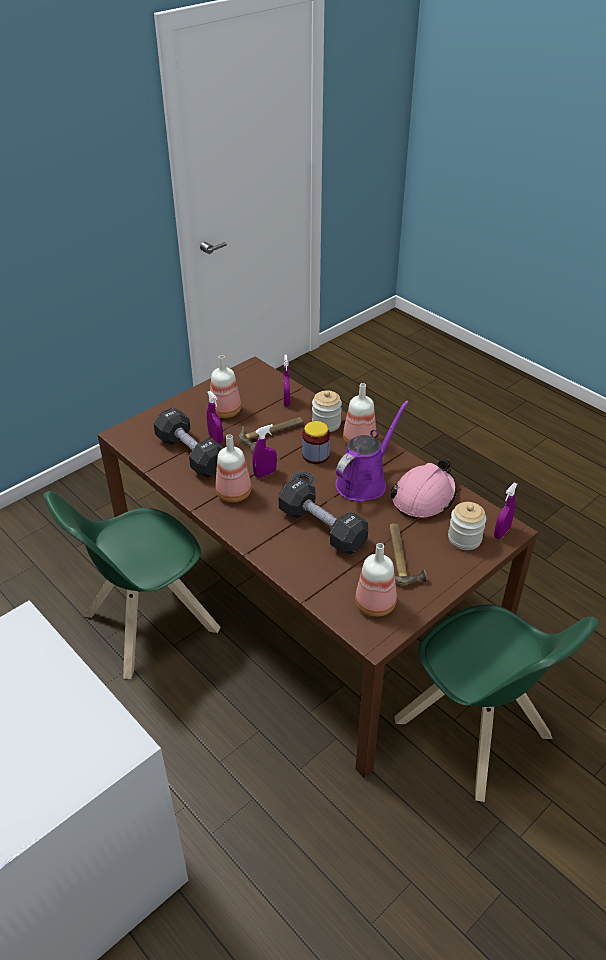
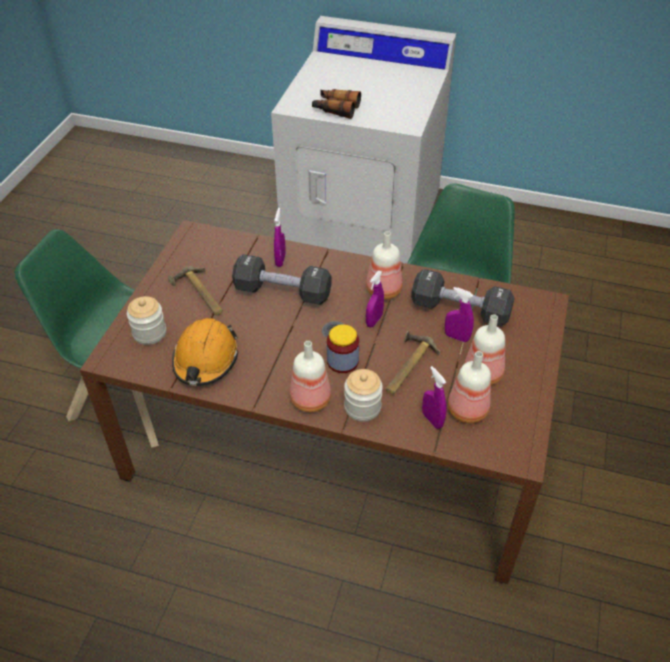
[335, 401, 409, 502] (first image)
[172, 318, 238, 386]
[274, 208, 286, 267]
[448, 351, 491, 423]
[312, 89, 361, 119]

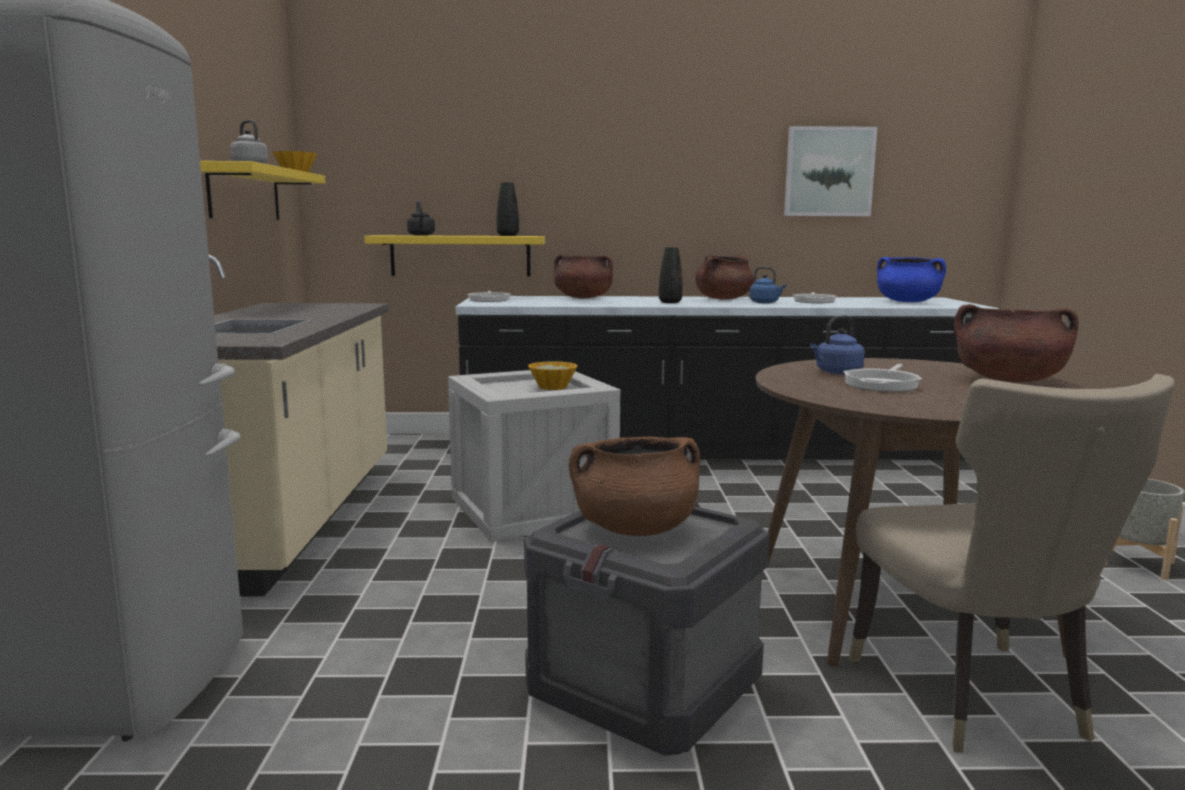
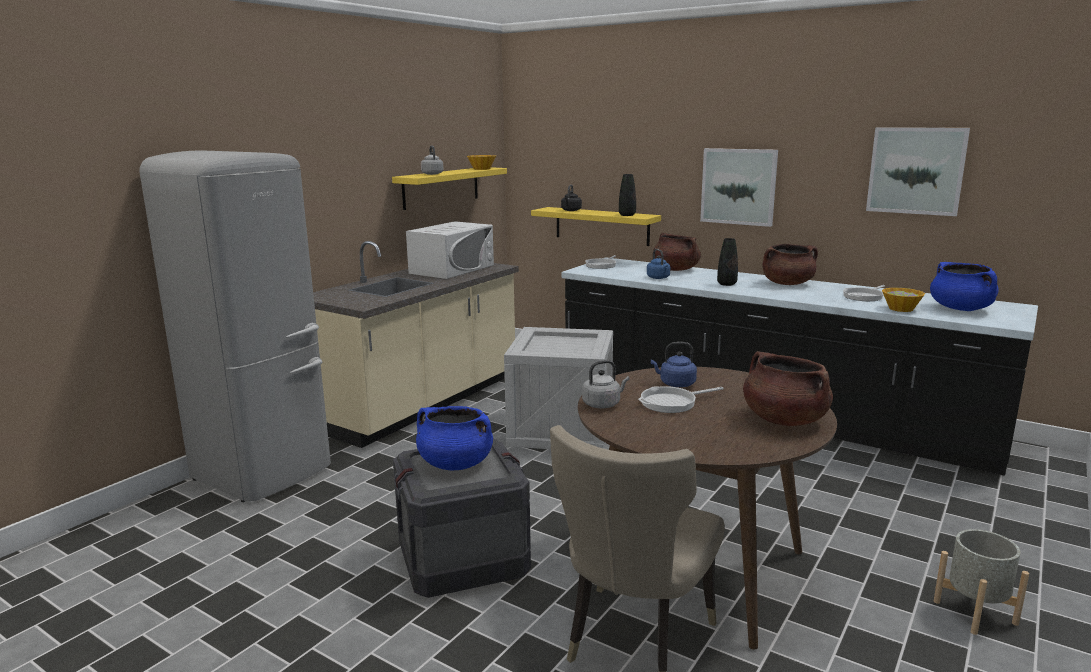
[647, 249, 670, 279]
[882, 288, 925, 312]
[416, 406, 493, 471]
[700, 148, 778, 227]
[406, 221, 494, 279]
[582, 360, 630, 408]

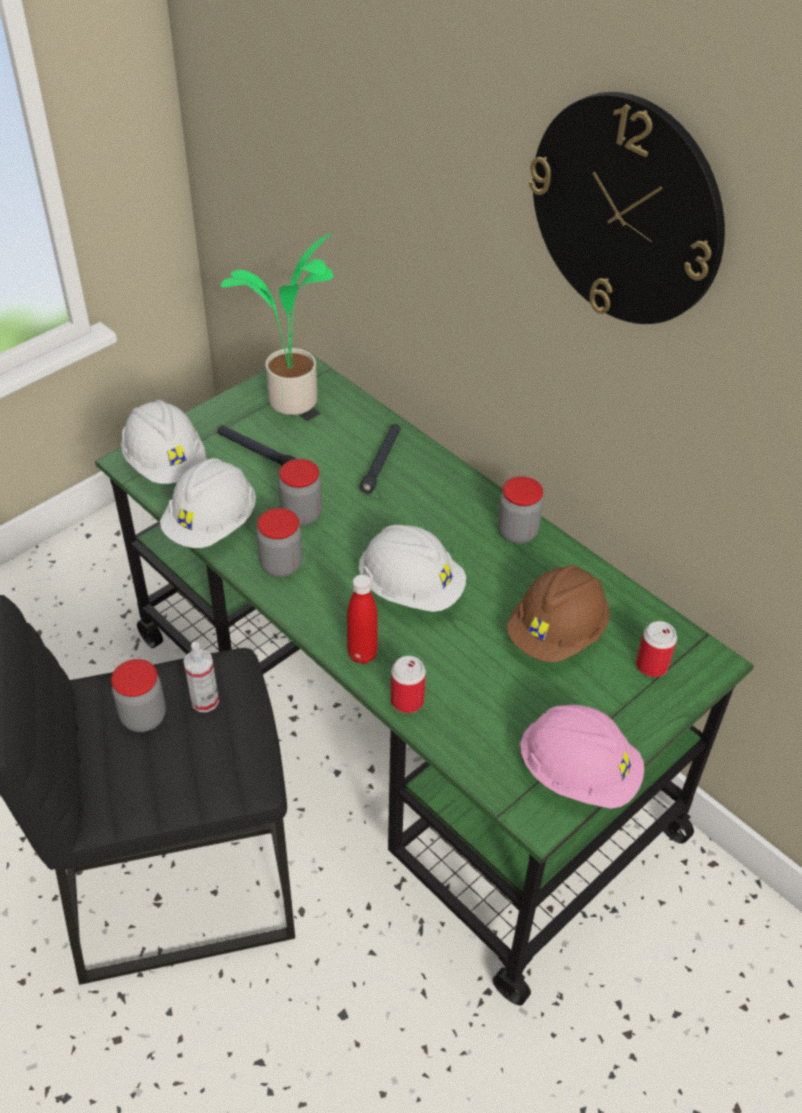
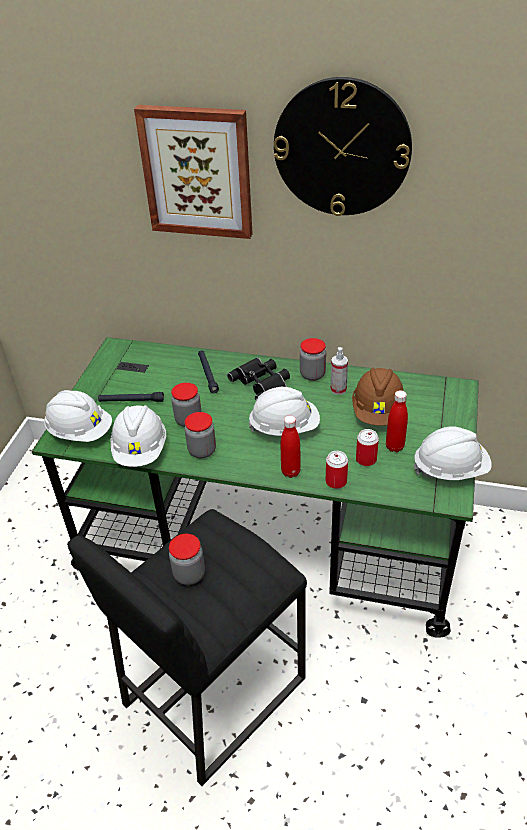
[221, 233, 333, 415] (first image)
[356, 429, 379, 466]
[331, 347, 348, 395]
[413, 426, 492, 480]
[134, 105, 253, 239]
[227, 357, 290, 400]
[386, 390, 408, 452]

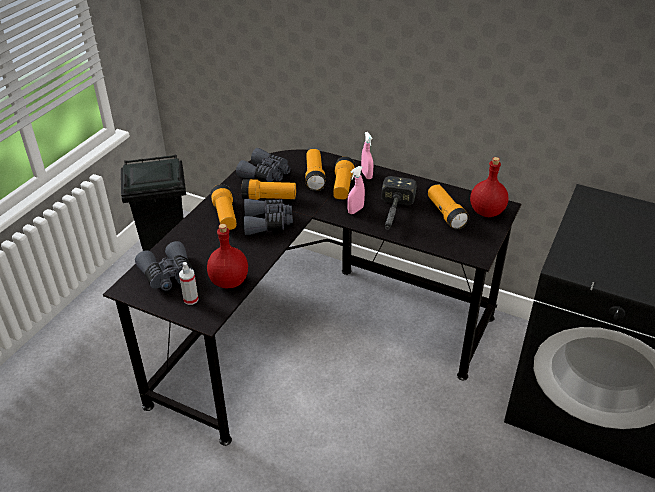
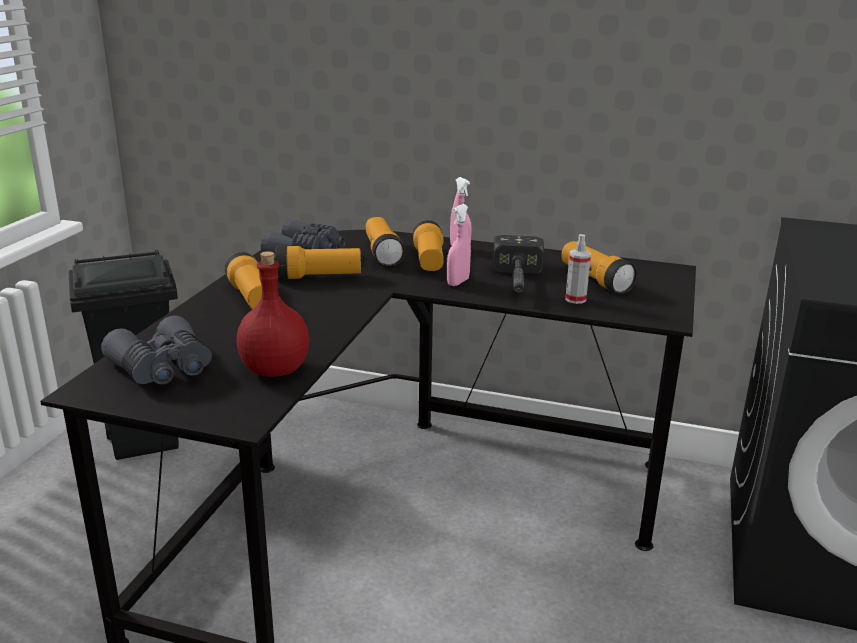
[470, 157, 509, 217] (first image)
[244, 199, 293, 235] (first image)
[566, 234, 591, 304]

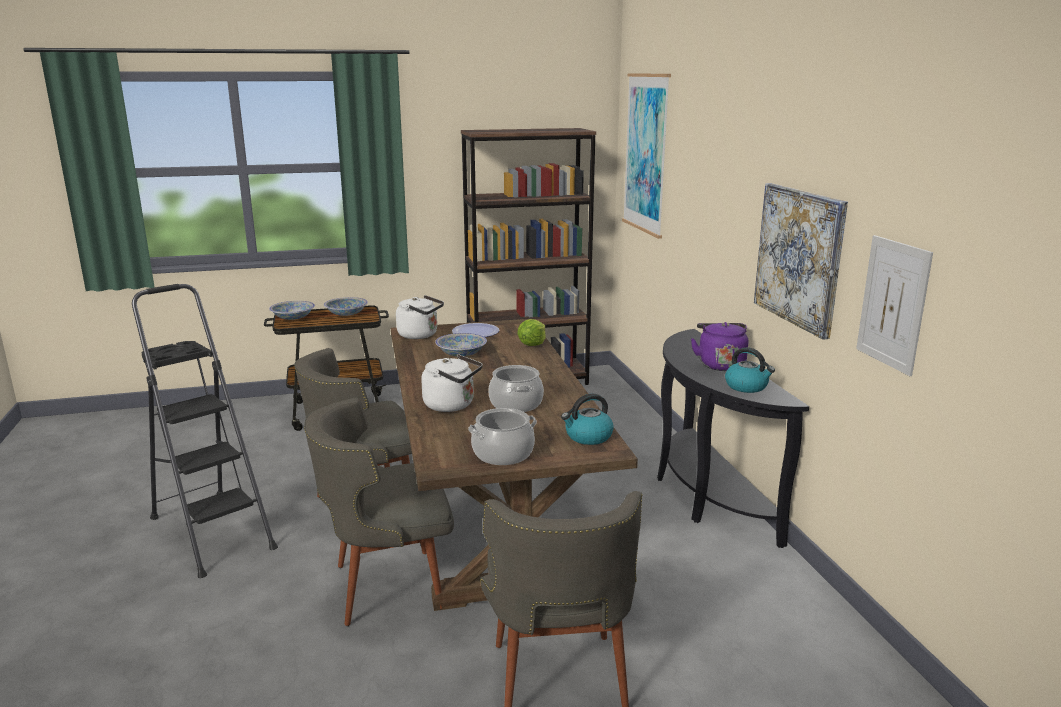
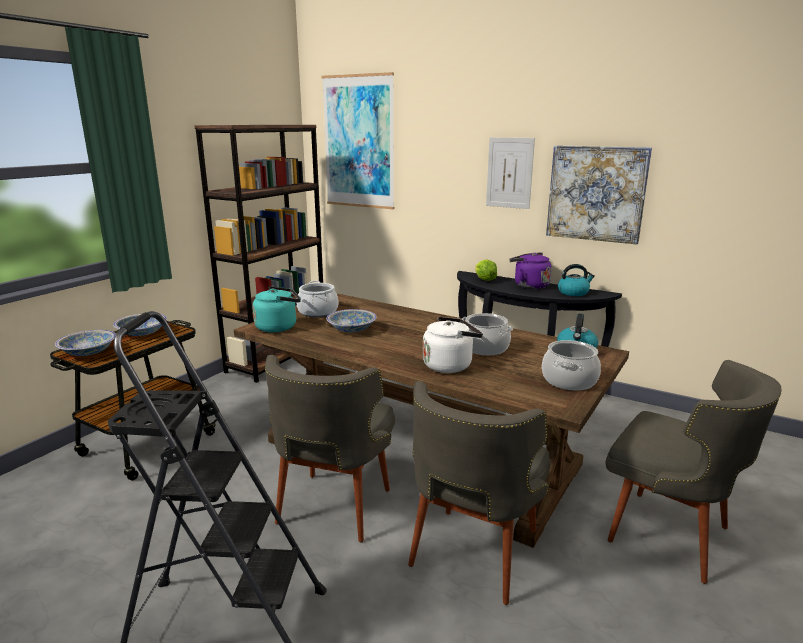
[486, 137, 535, 209]
[253, 286, 301, 333]
[475, 260, 497, 281]
[296, 281, 338, 317]

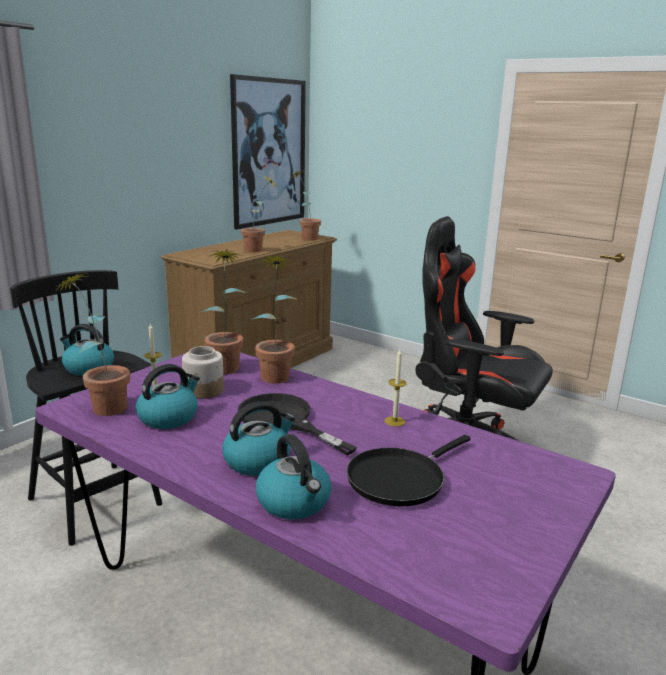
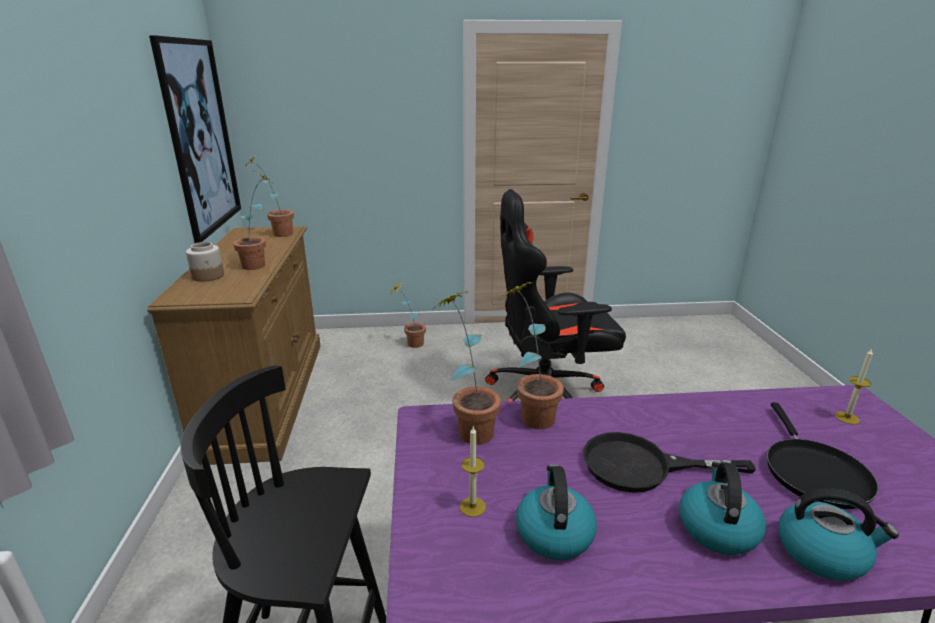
[389, 282, 426, 348]
[60, 324, 114, 376] (first image)
[186, 242, 224, 282]
[835, 349, 873, 424]

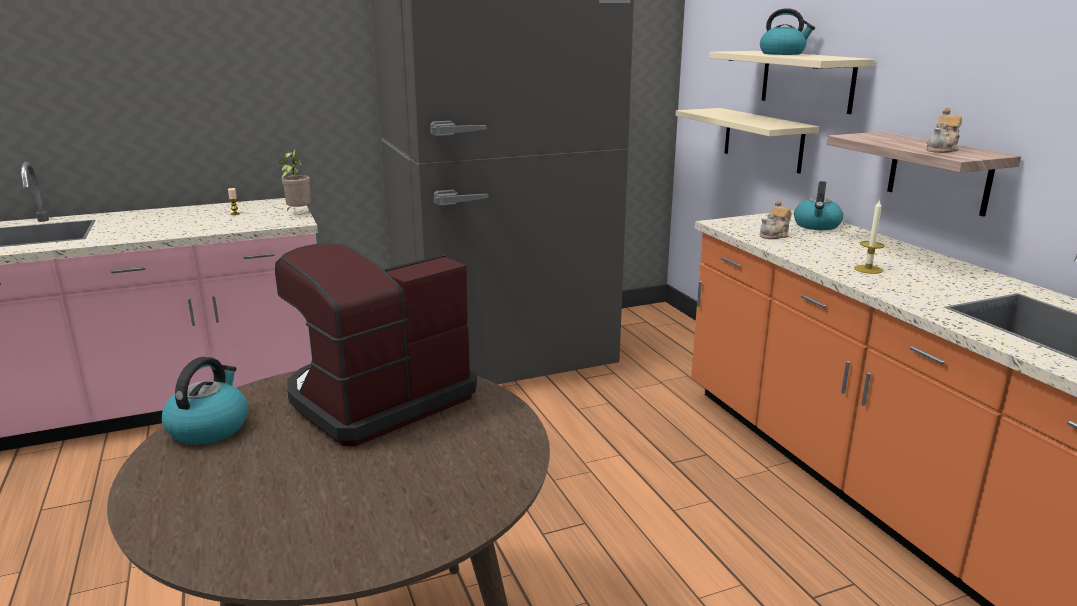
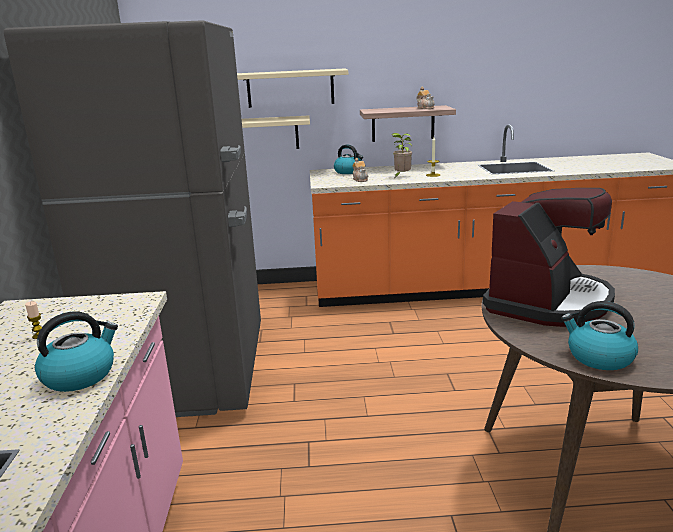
[35, 311, 118, 392]
[392, 133, 412, 177]
[483, 188, 615, 327]

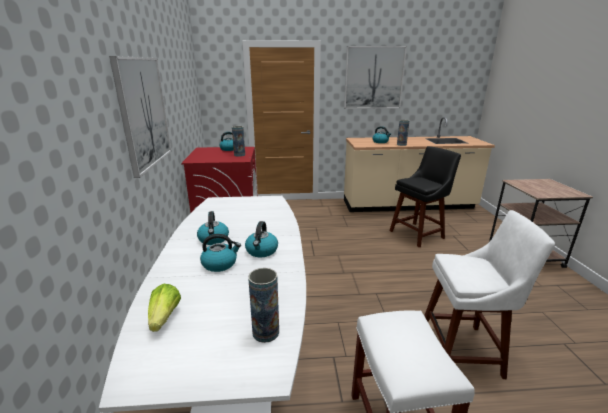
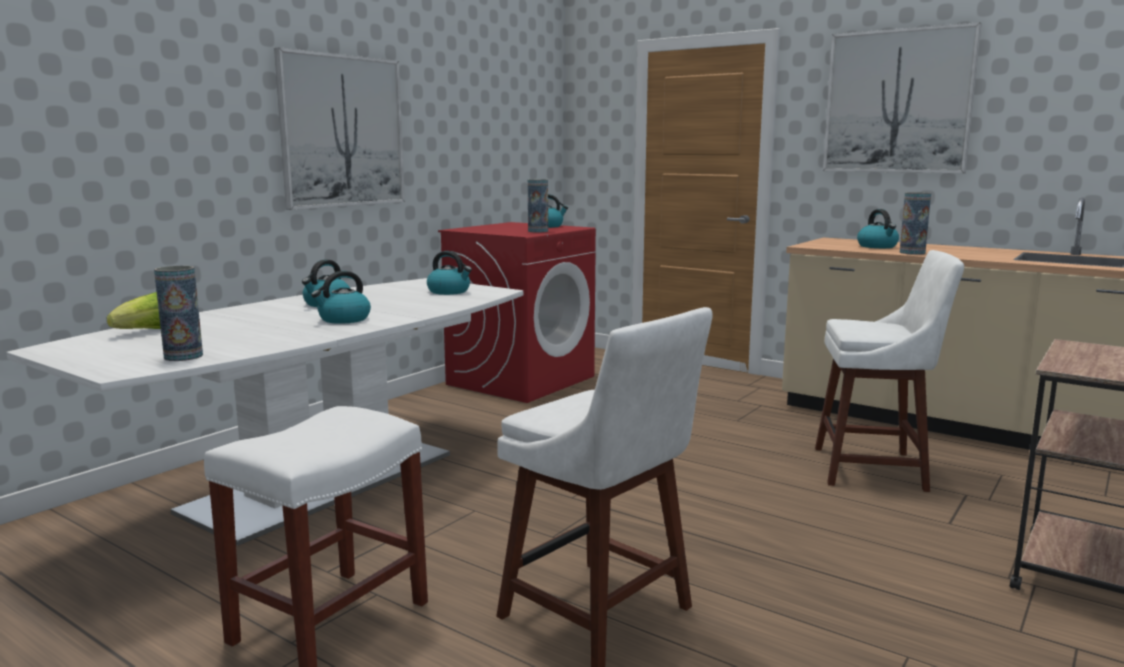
[815, 250, 964, 492]
[427, 251, 472, 295]

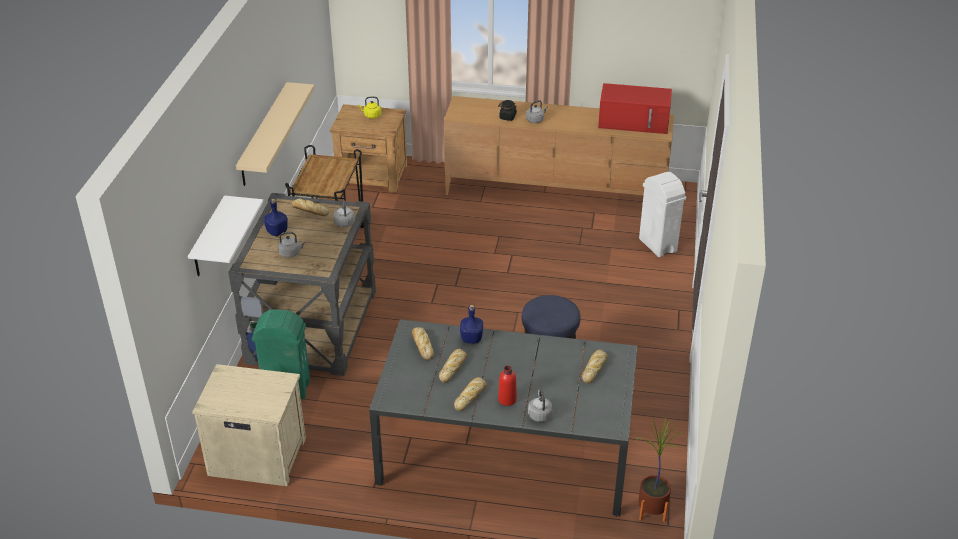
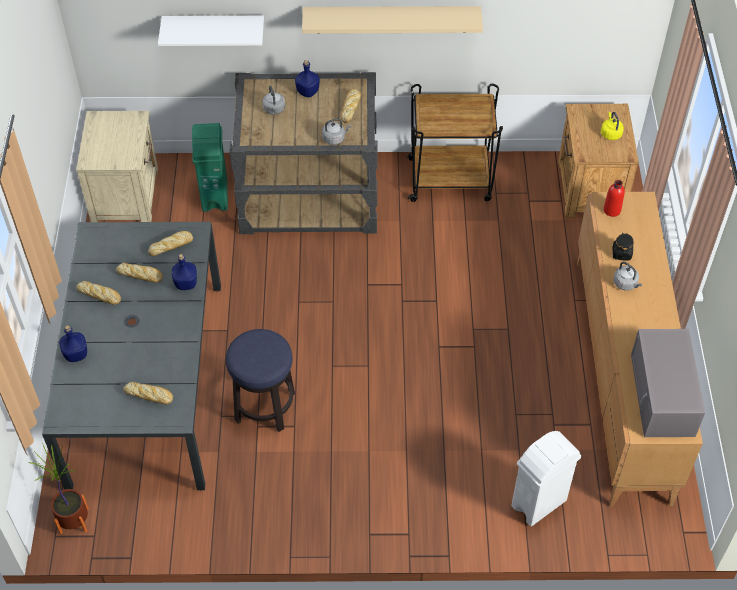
[631, 329, 705, 437]
[603, 180, 625, 217]
[59, 325, 87, 362]

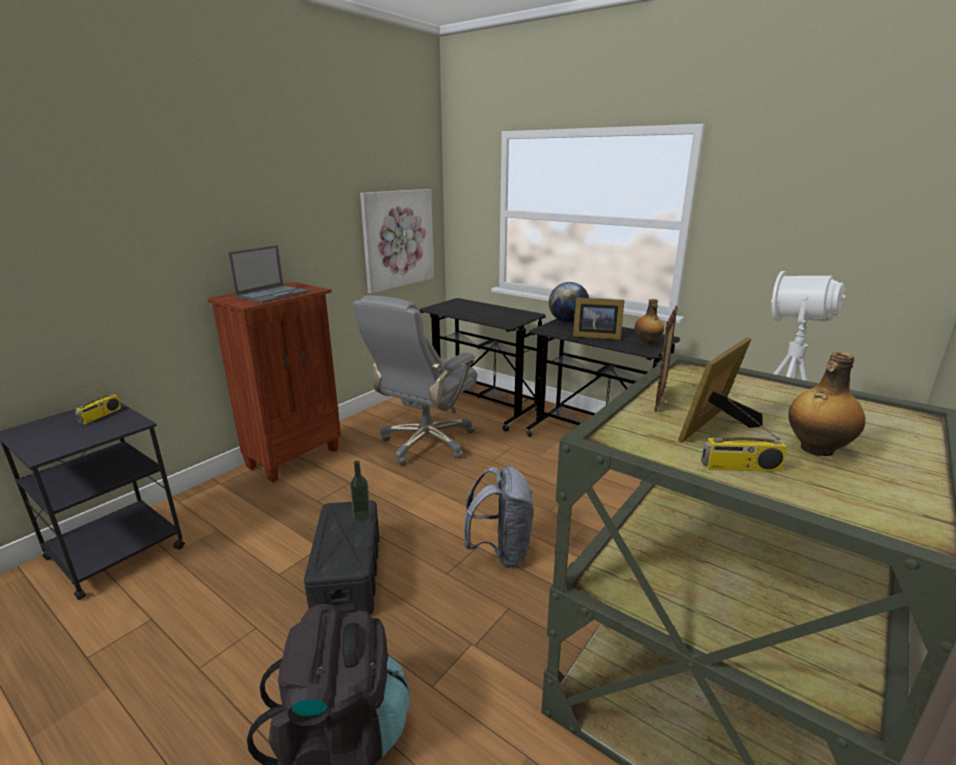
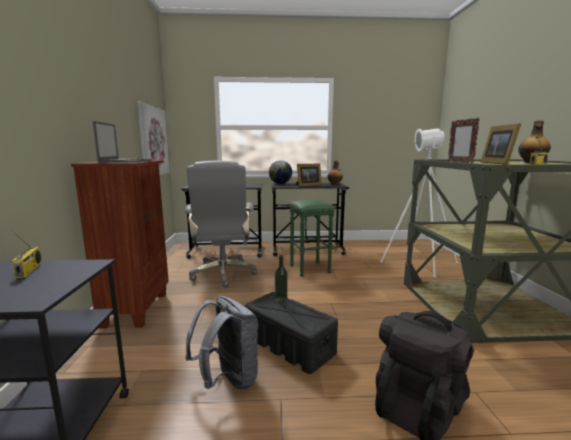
[185, 296, 259, 390]
[289, 199, 335, 277]

